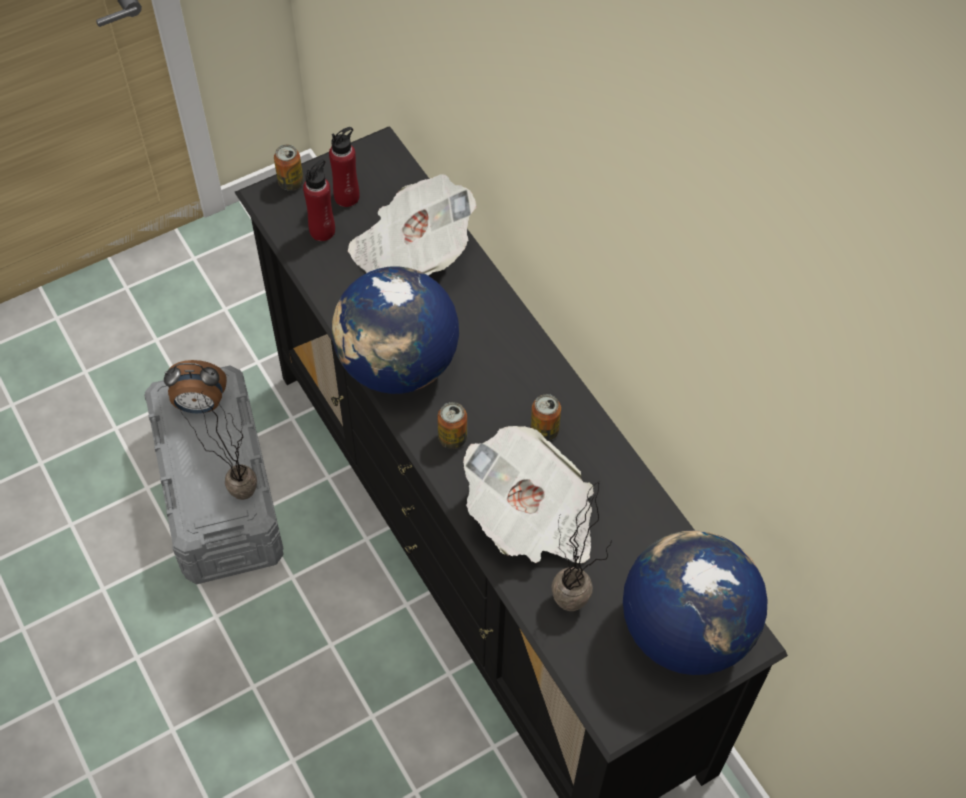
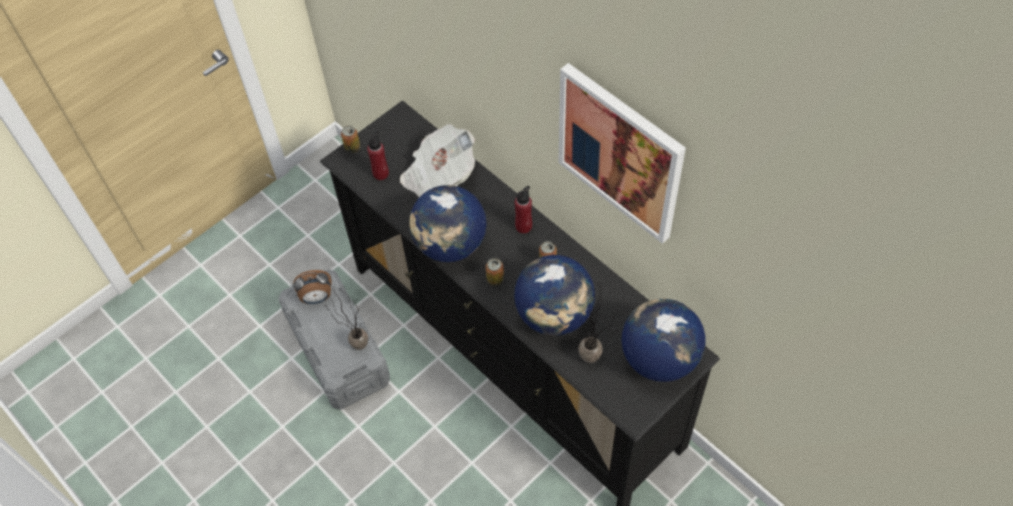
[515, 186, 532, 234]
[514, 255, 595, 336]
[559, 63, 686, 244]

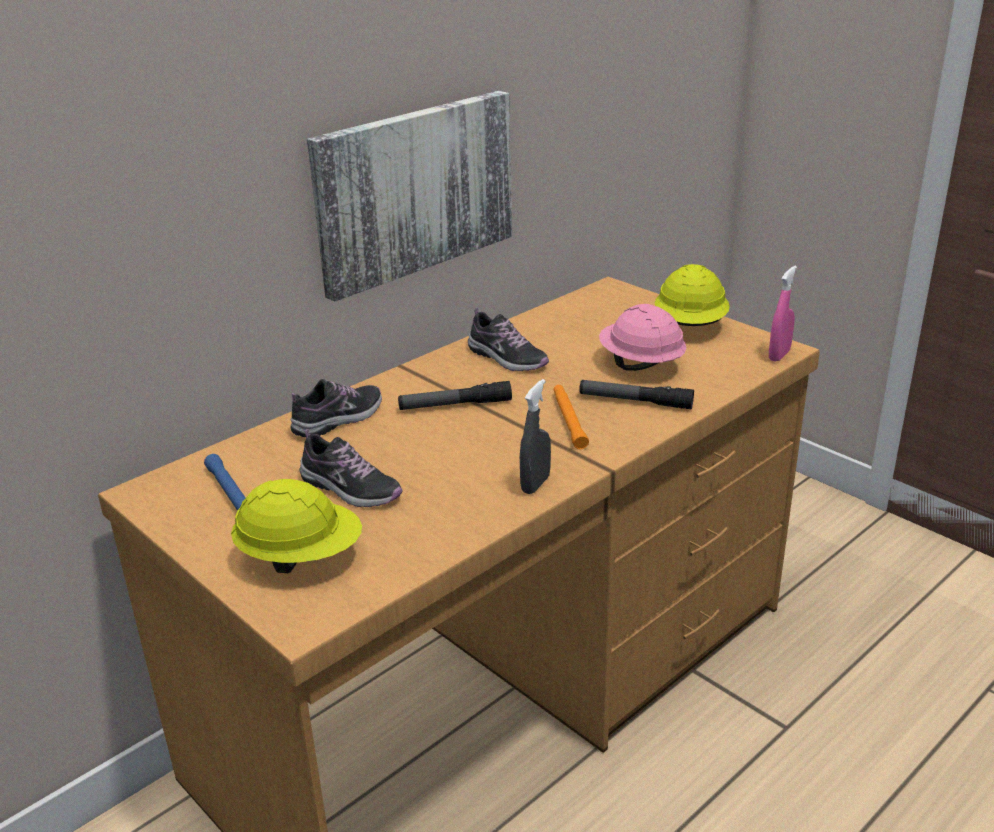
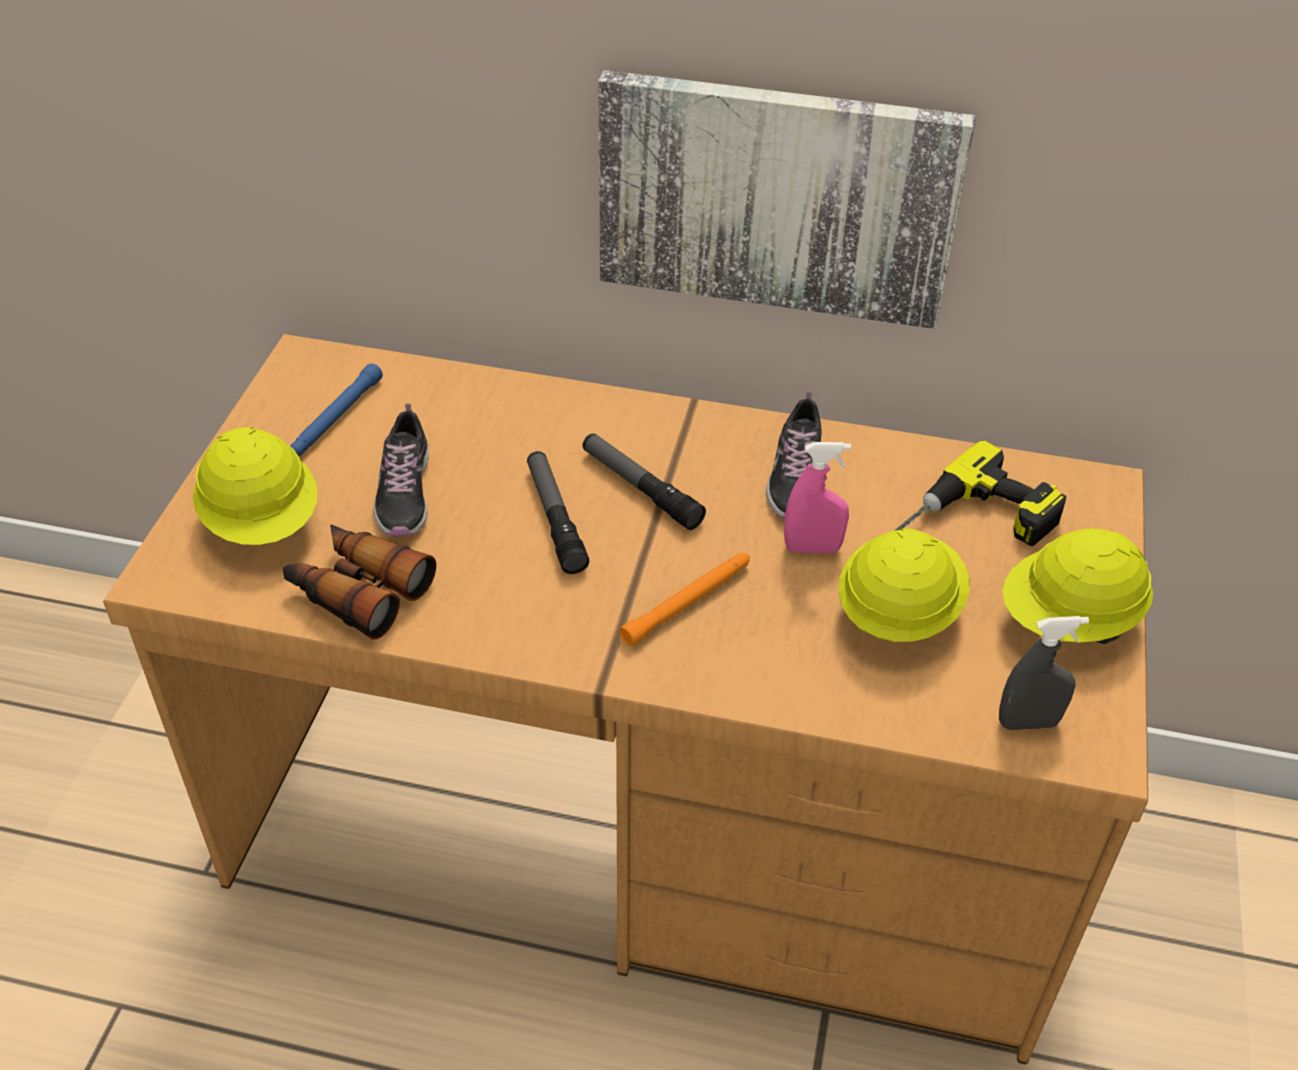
[784, 442, 851, 553]
[838, 528, 969, 642]
[290, 379, 382, 437] (first image)
[999, 616, 1089, 730]
[527, 451, 589, 574]
[895, 441, 1066, 546]
[283, 524, 436, 639]

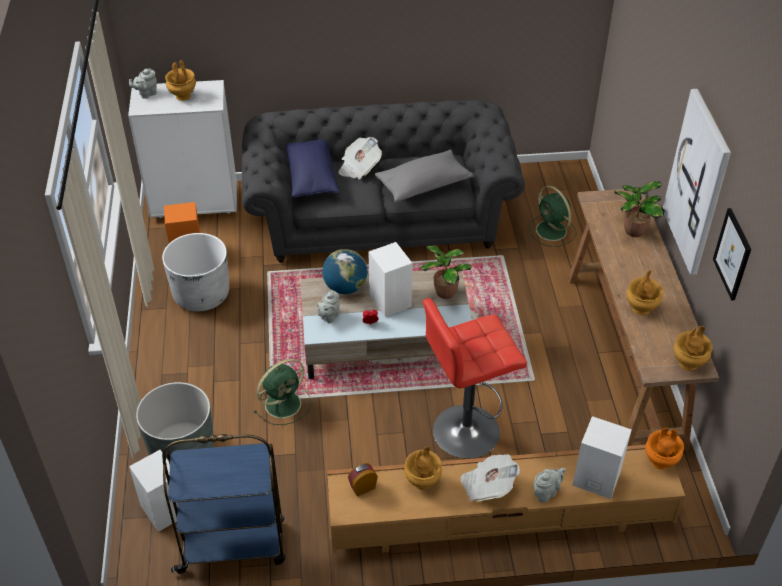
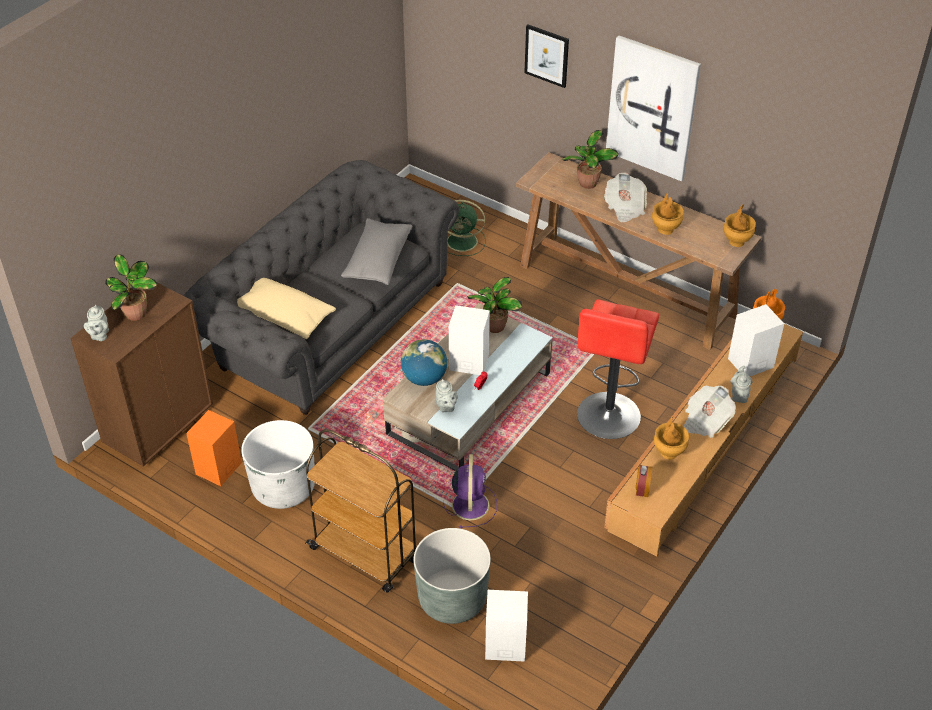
[105, 254, 157, 321]
[70, 283, 213, 467]
[604, 173, 647, 223]
[237, 278, 336, 339]
[524, 24, 569, 88]
[443, 454, 497, 528]
[162, 434, 286, 574] (first image)
[305, 429, 416, 593]

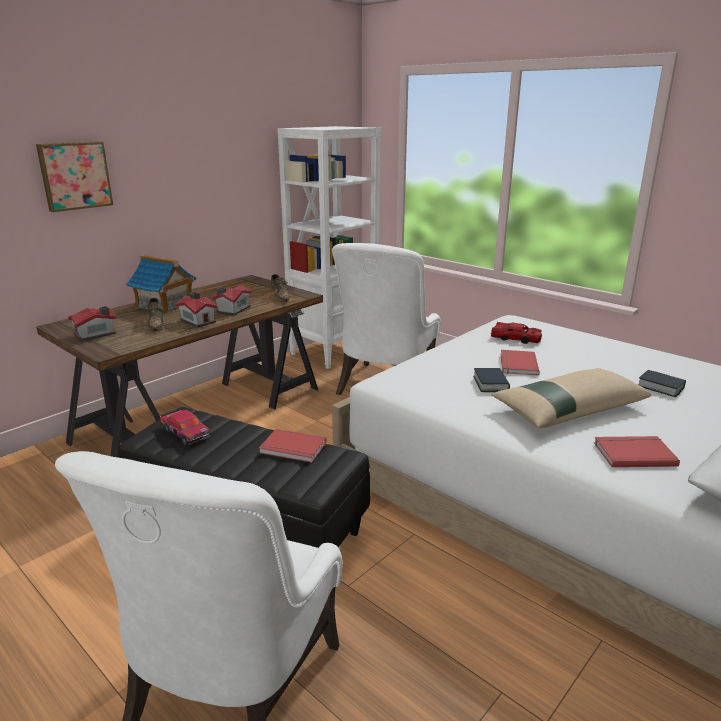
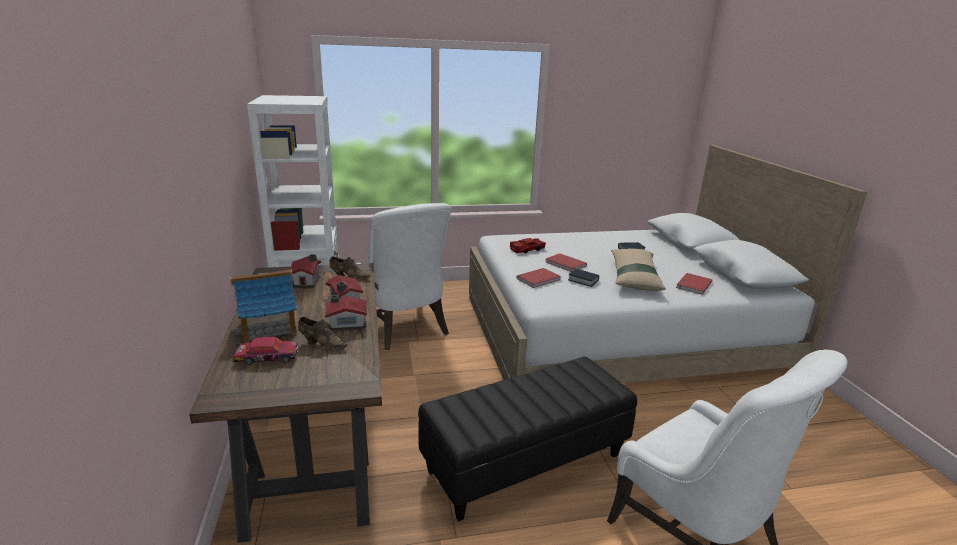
[36, 141, 113, 212] (first image)
[290, 254, 321, 287]
[232, 337, 298, 365]
[516, 268, 561, 288]

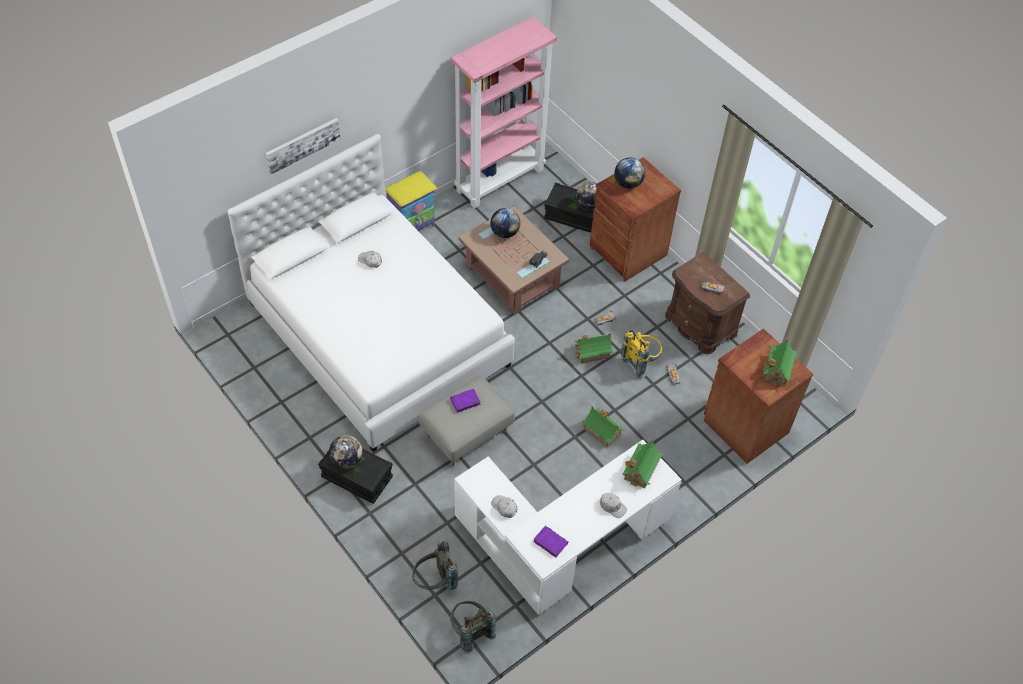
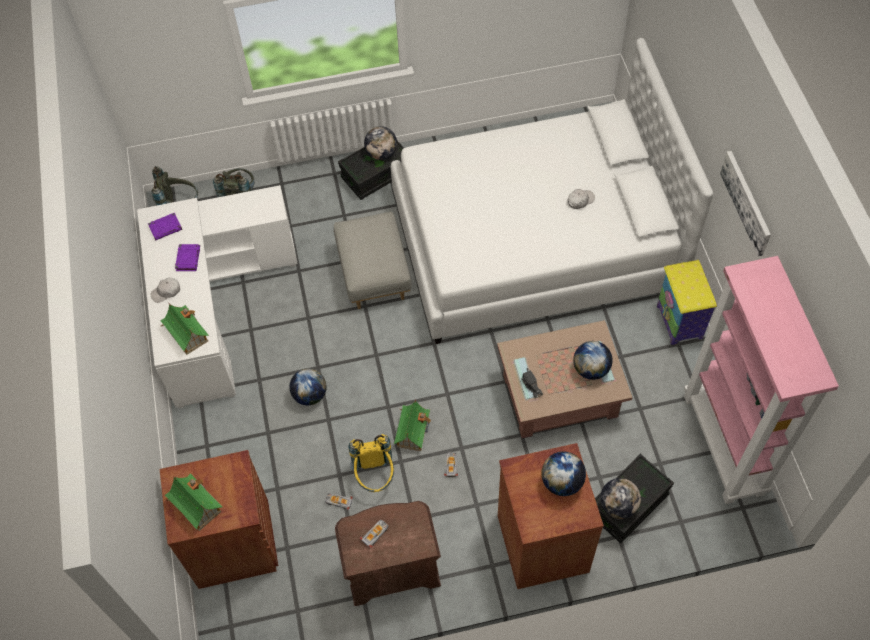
[720, 151, 771, 256]
[175, 244, 200, 271]
[289, 369, 327, 405]
[491, 495, 518, 518] (first image)

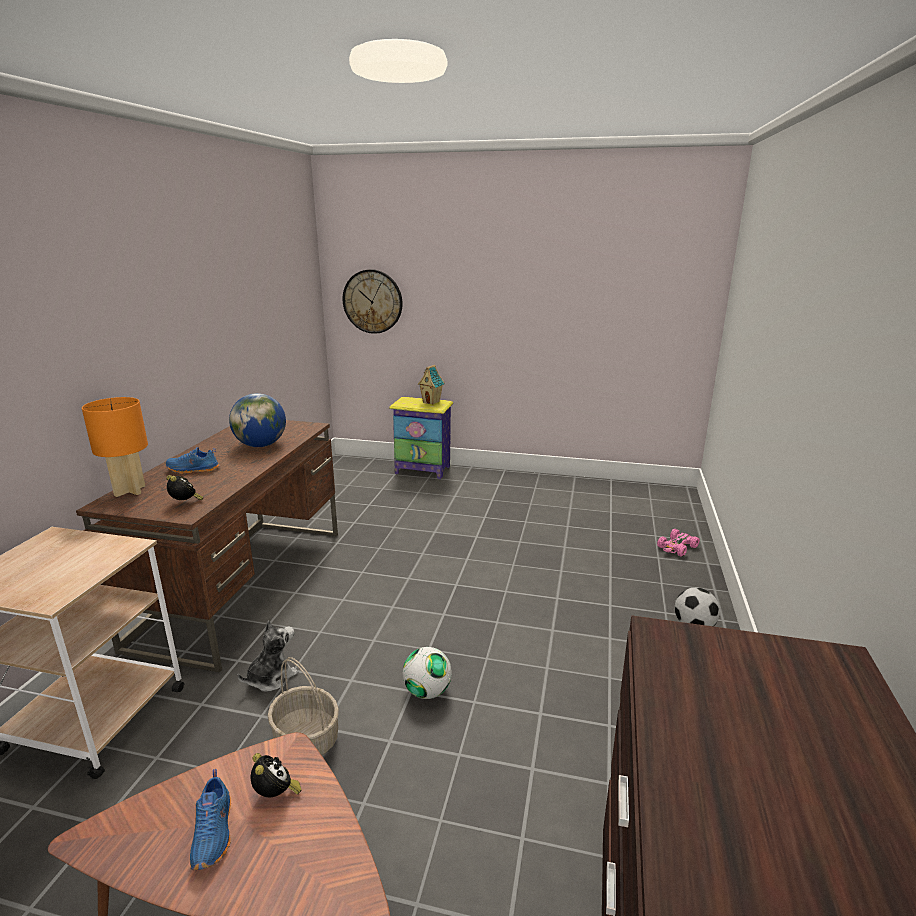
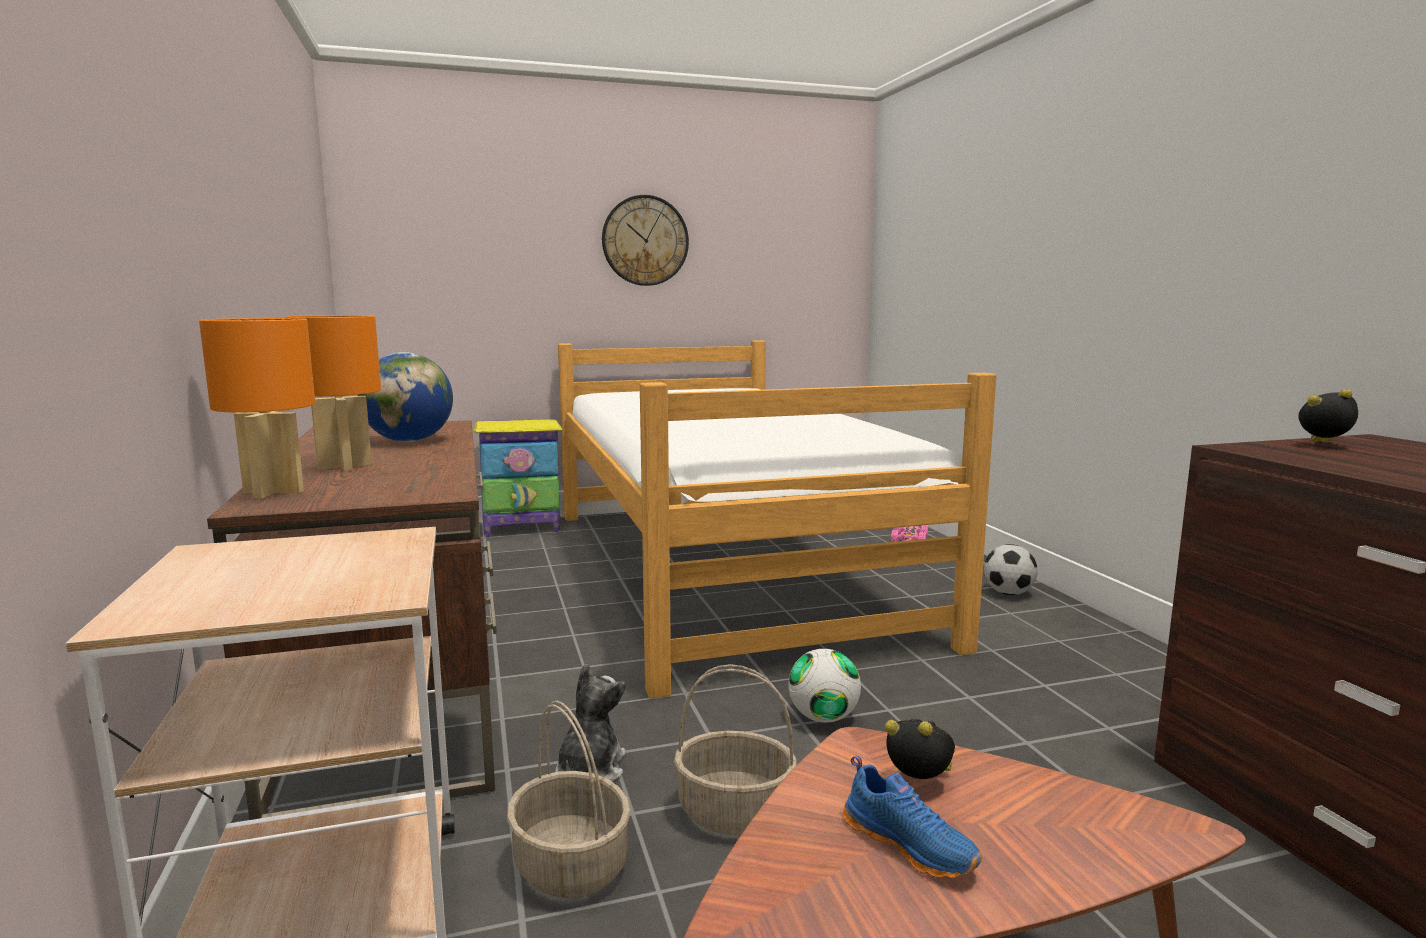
[602, 195, 689, 286]
[418, 365, 445, 405] (first image)
[285, 315, 381, 471]
[1298, 389, 1358, 442]
[558, 340, 996, 699]
[507, 701, 631, 898]

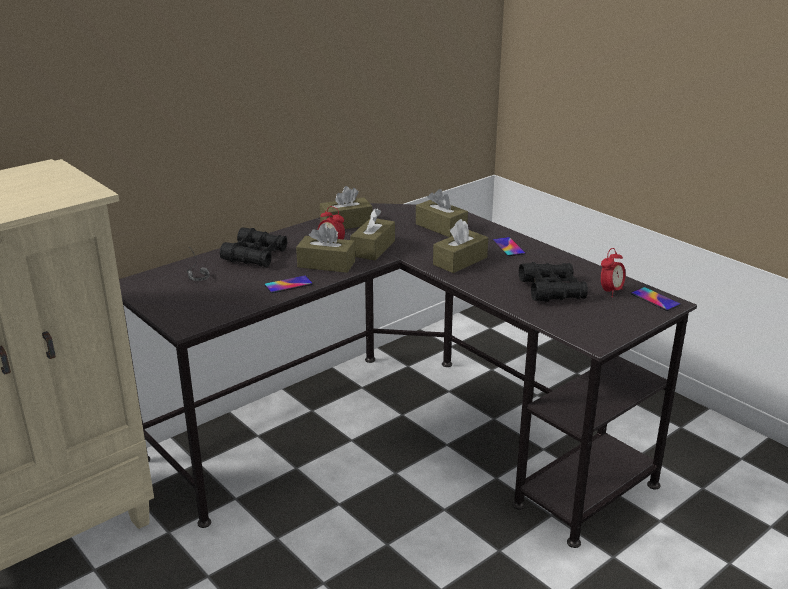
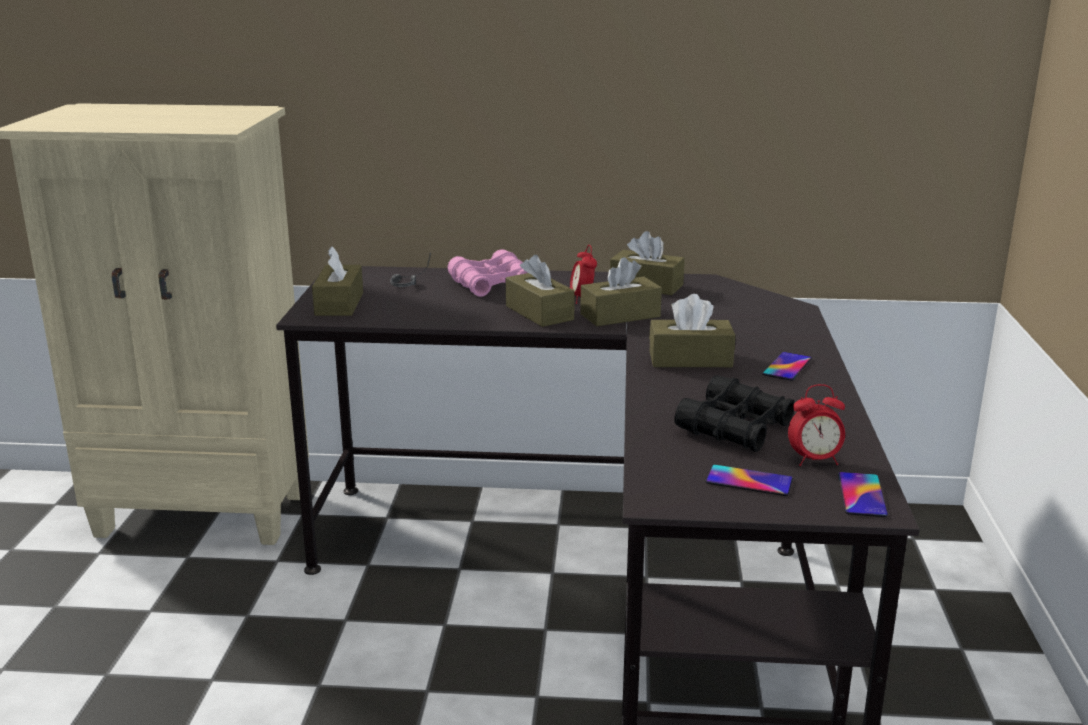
[312, 246, 363, 316]
[447, 249, 528, 297]
[706, 465, 793, 496]

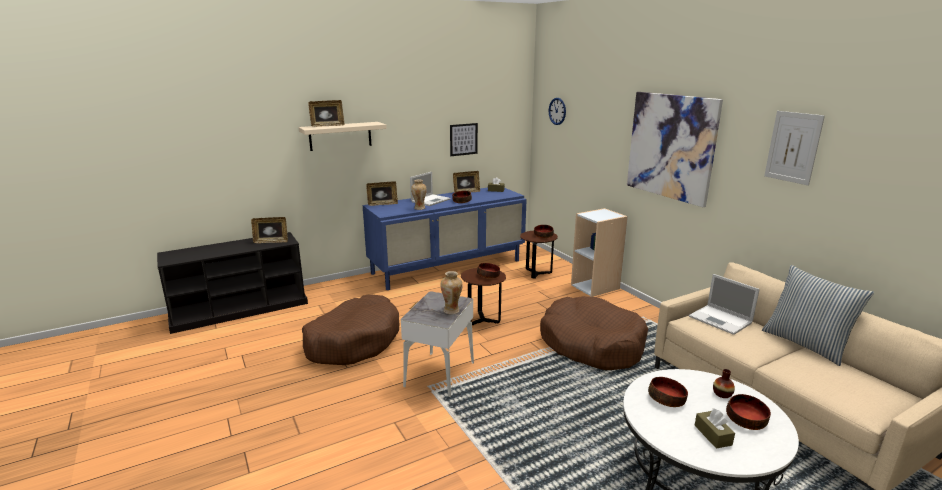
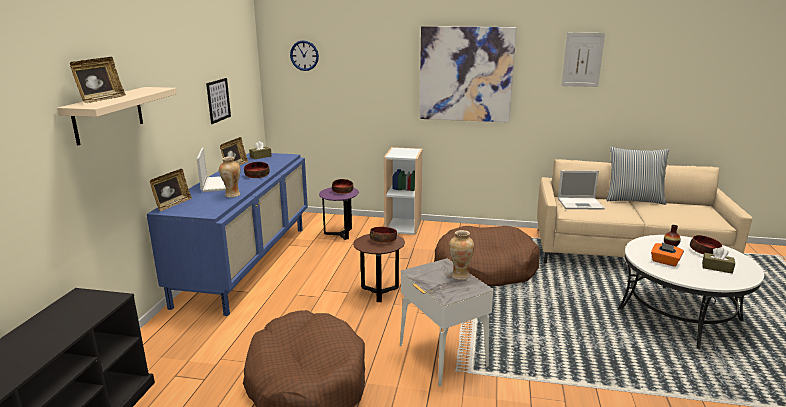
[251, 217, 288, 243] (first image)
[319, 187, 359, 240]
[651, 243, 684, 267]

